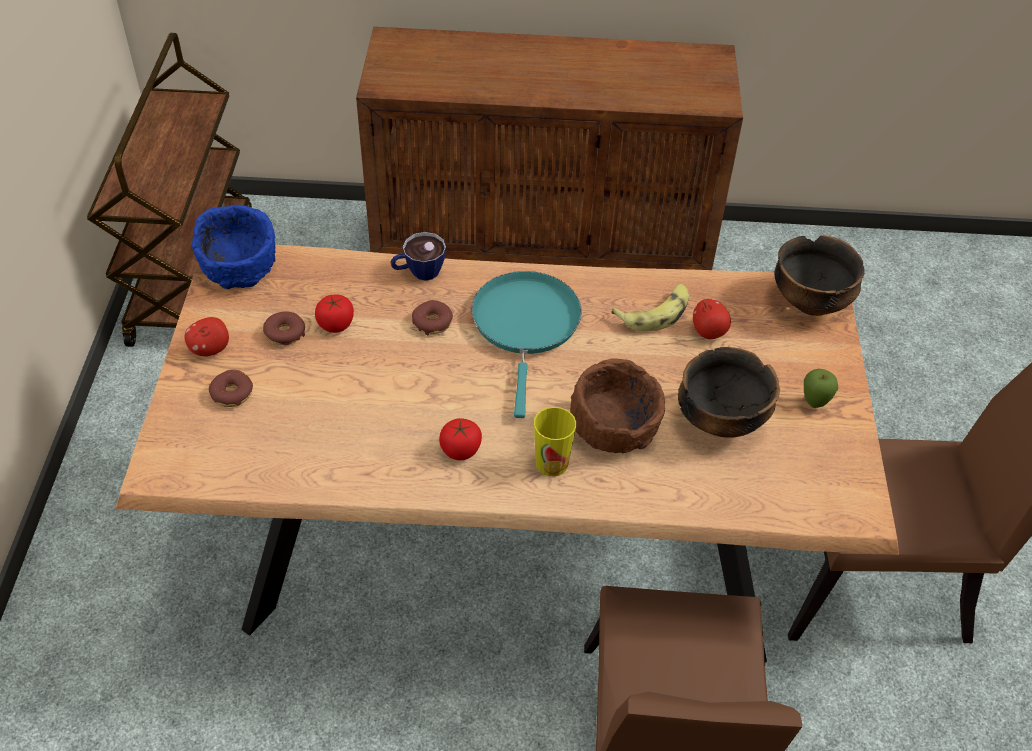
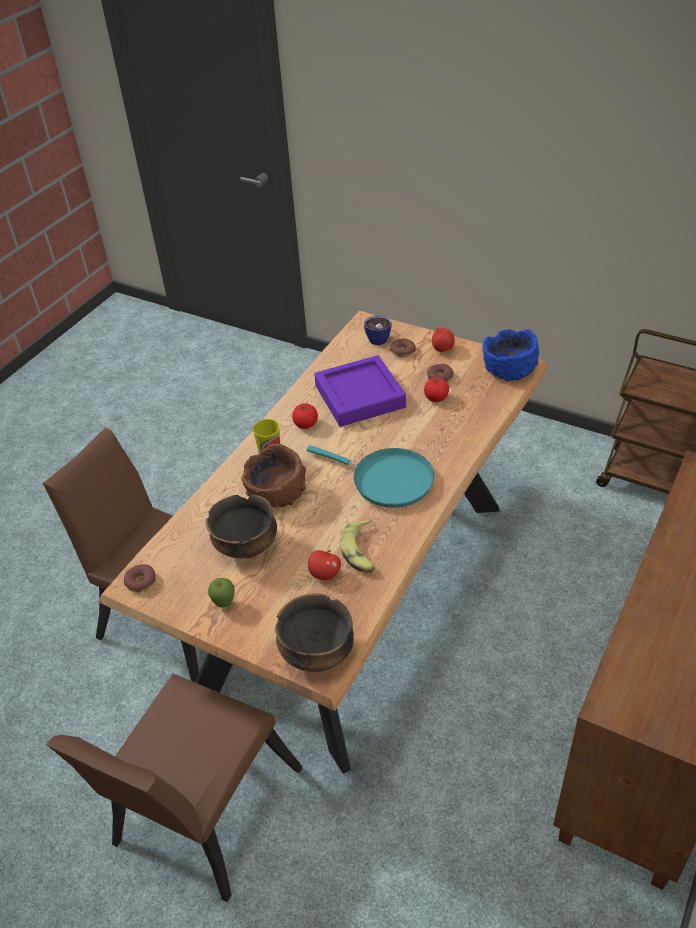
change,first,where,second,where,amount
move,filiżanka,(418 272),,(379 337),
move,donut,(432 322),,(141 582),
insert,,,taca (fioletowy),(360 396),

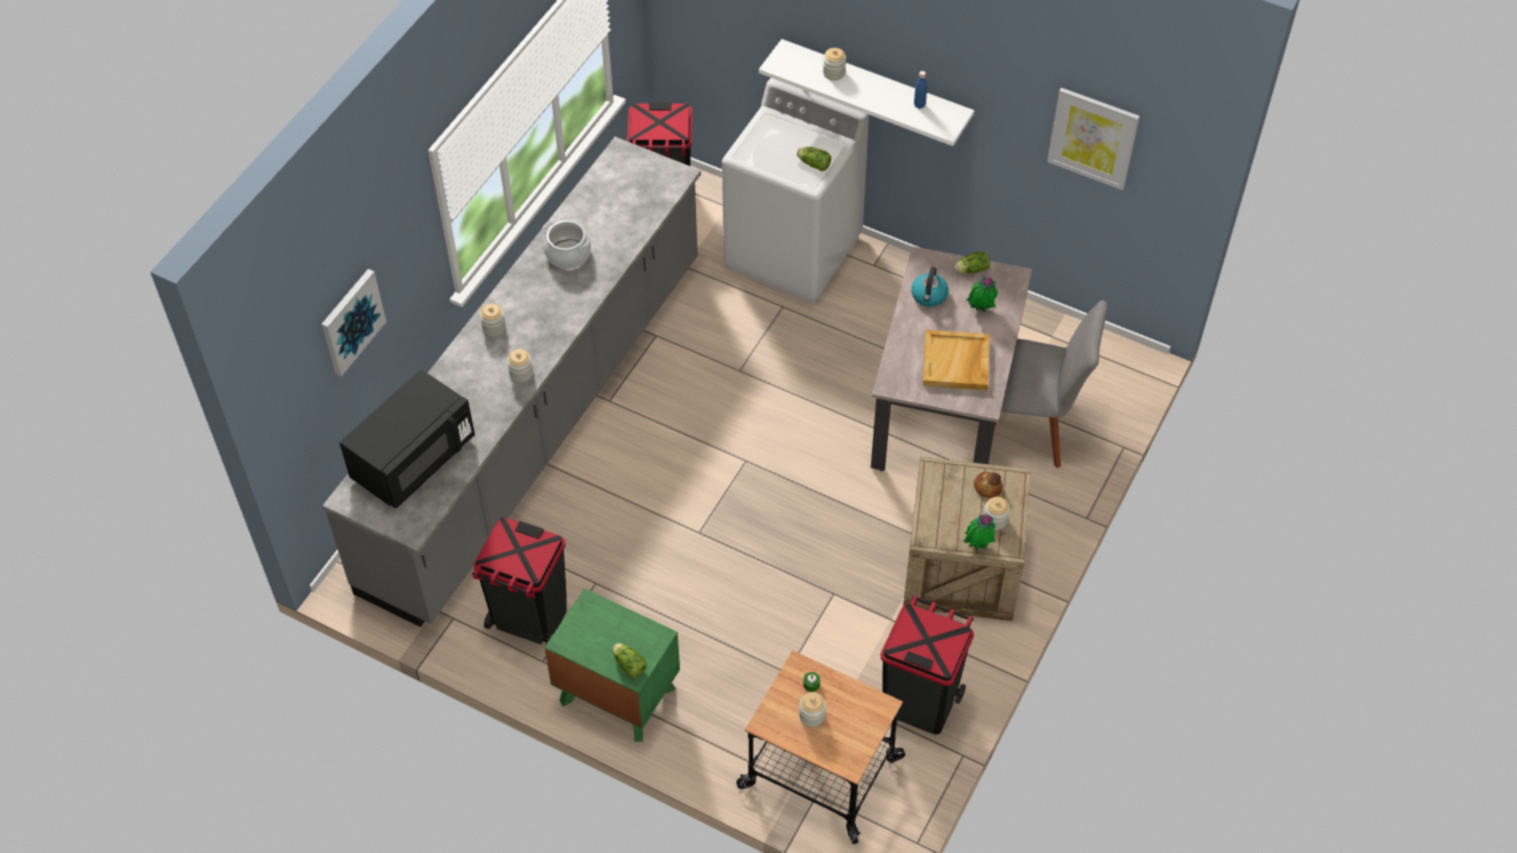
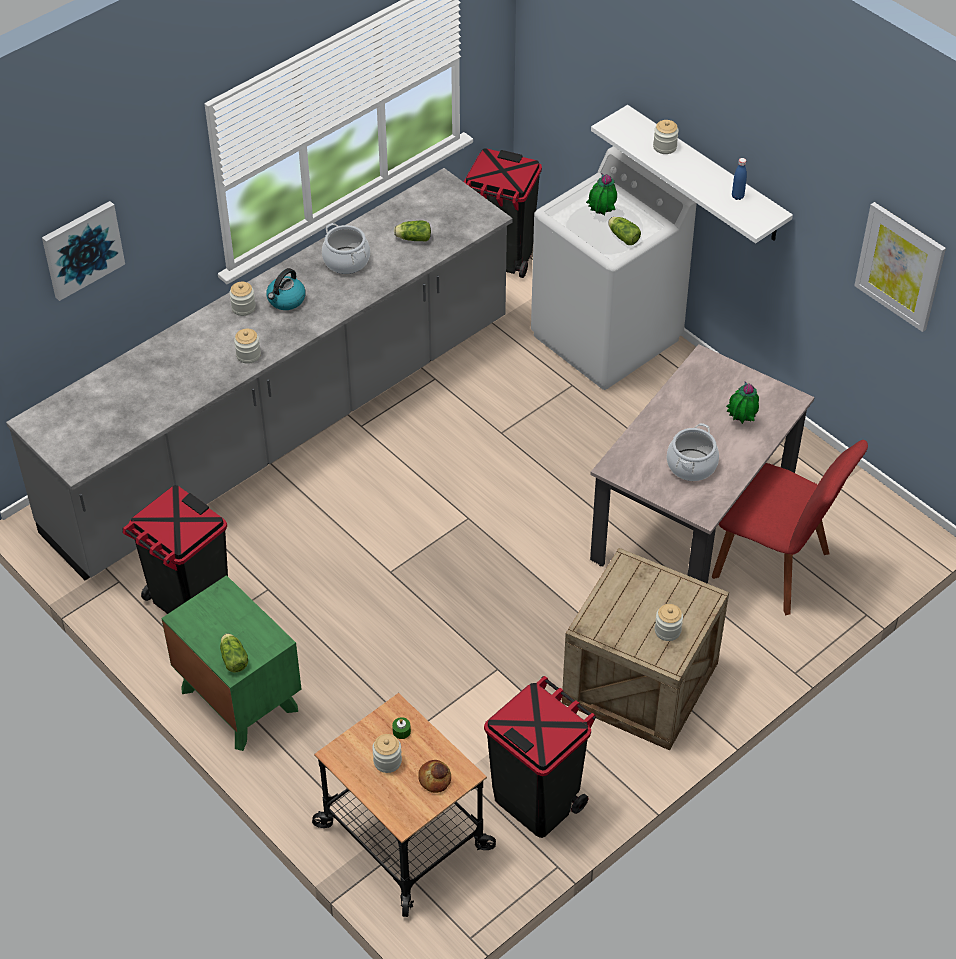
change,first,where,second,where,amount
move,sałata,(970 270),,(412 238),
move,czajnik,(929 296),,(286 300),
recolor,krzesło (szary),(1032 427),krzesło (czerwony),(776 568),
replace,taca (beżowy),(956 363),garnek,(691 465),
delete,mikrofalówka (czarny),(413 459),,,
move,chleb,(988 487),,(435 779),
move,roślina doniczkowa,(978 546),,(601 215),

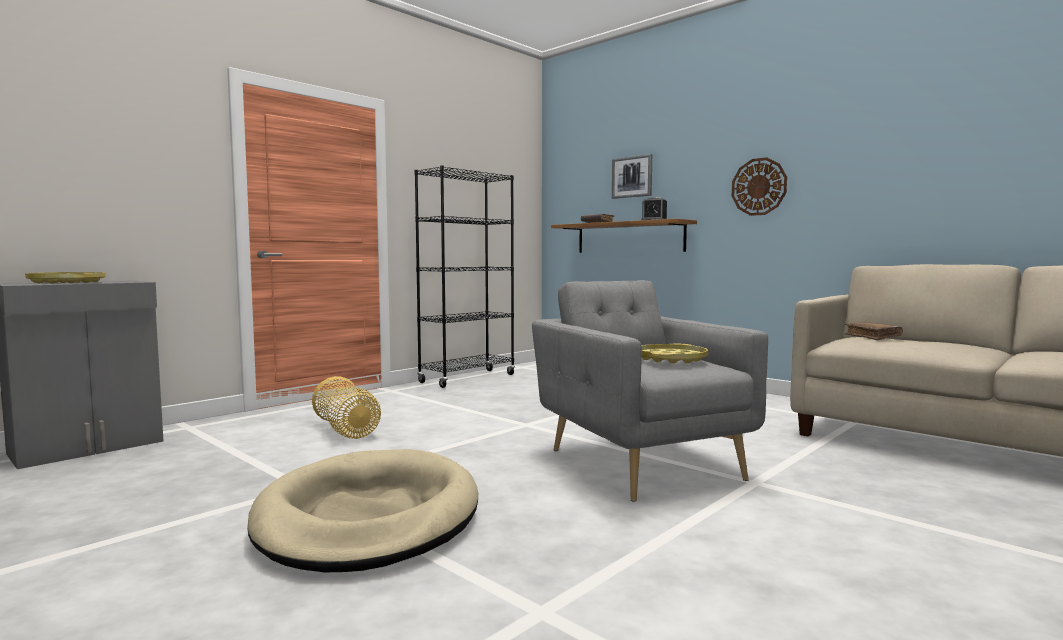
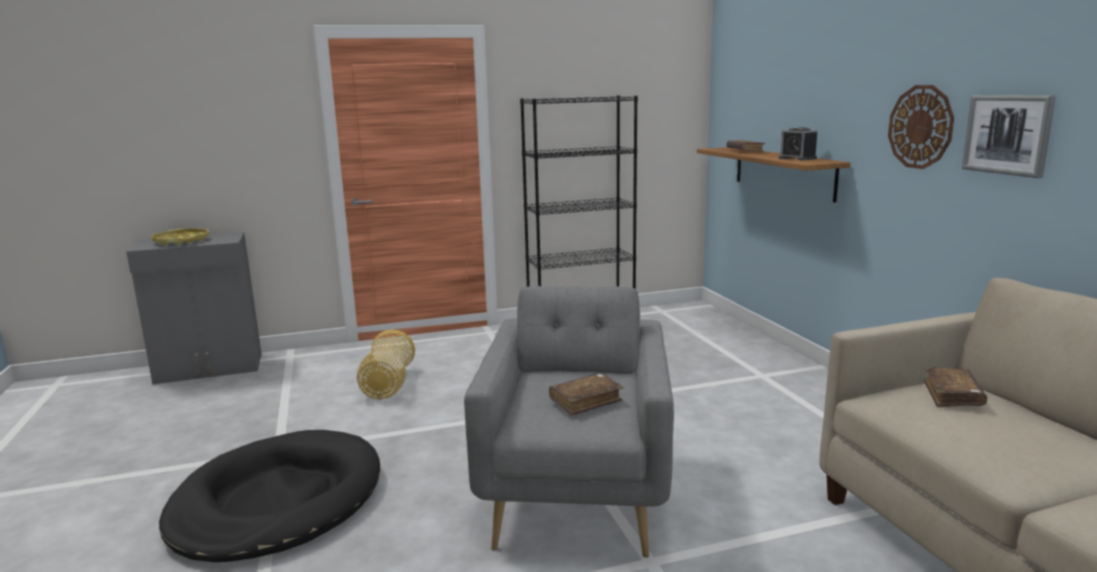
change,first,where,second,where,amount
move,obraz,(632 177),,(1007 134),
replace,taca (żółty),(671 359),książka (brązowy),(585 401),
recolor,legowisko (beżowy),(369 517),legowisko (czarny),(277 501),

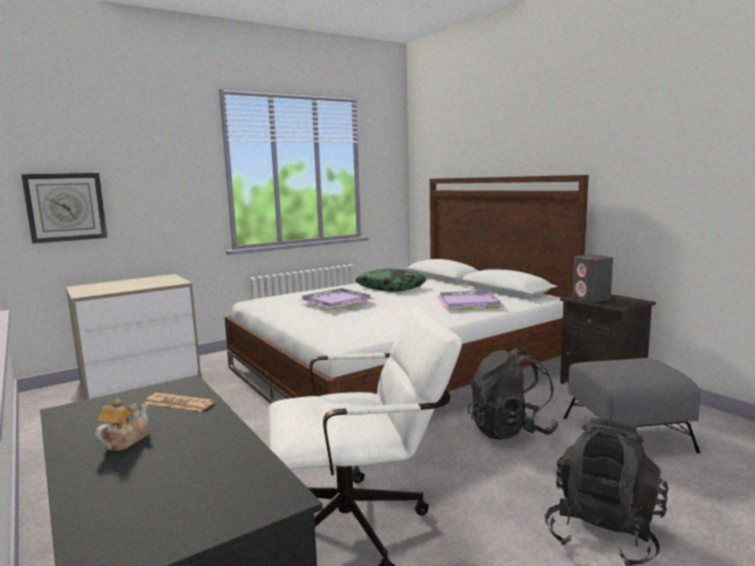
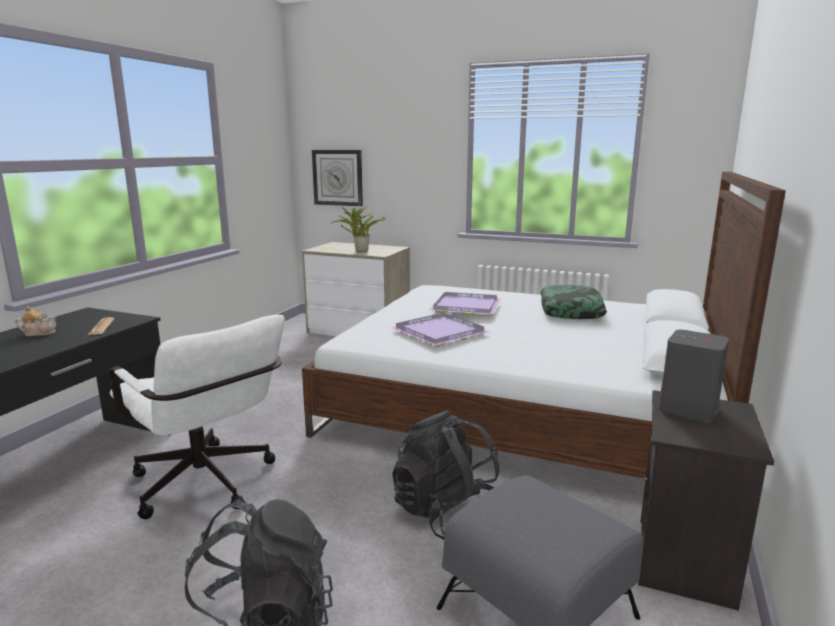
change,first,where,second,where,amount
move,taca (fioletowy),(467 303),,(439 332),
insert,,,roślina doniczkowa,(360 251),

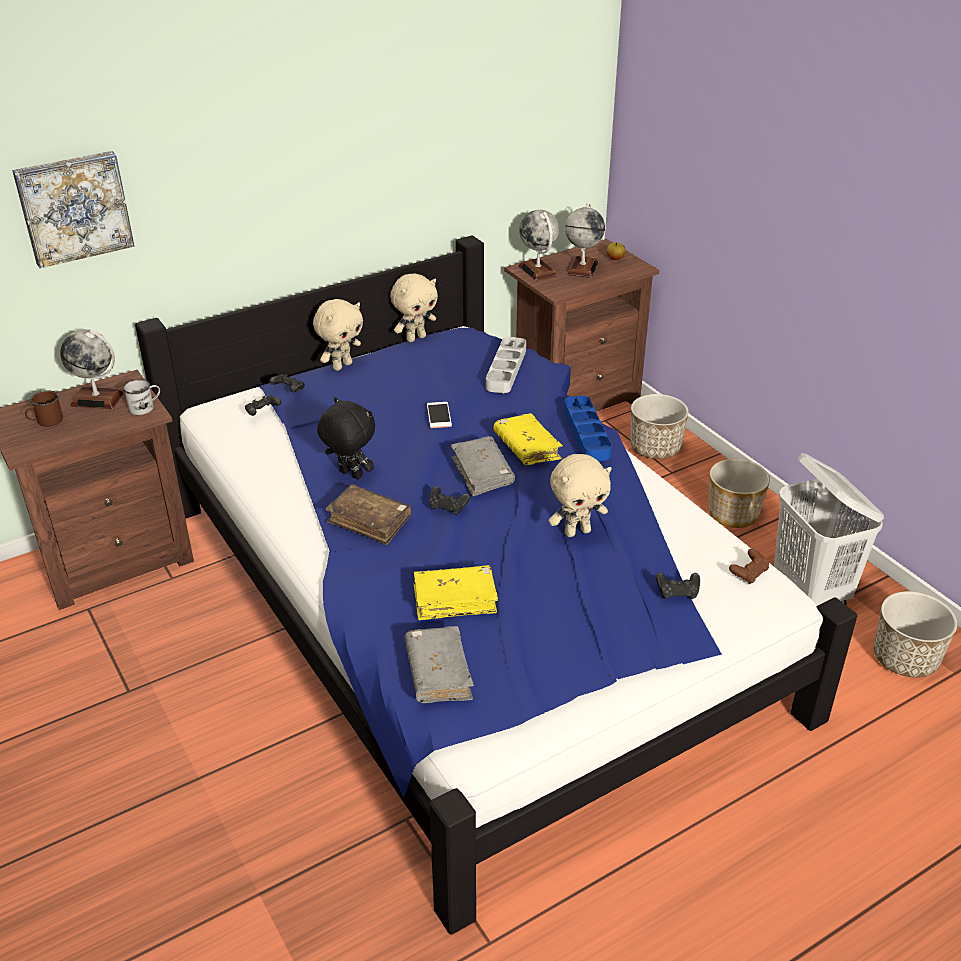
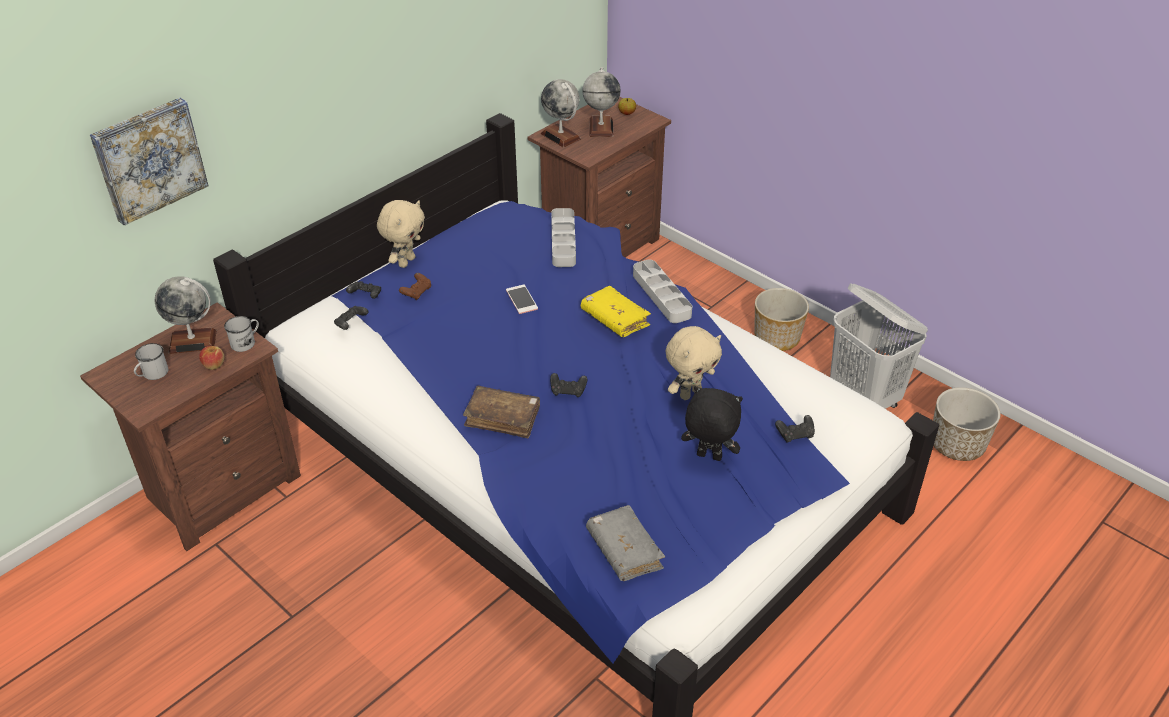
change,first,where,second,where,amount
delete,pluszak (beżowy),(415 338),,,
recolor,kubek (brązowy),(46 422),kubek (biały),(152 374),
delete,donica,(655 448),,,
recolor,taca (niebieski),(586 433),taca (szary),(661 295),
move,pluszak (czarny),(349 475),,(708 457),
delete,książka (szary),(482 473),,,
move,pad do gier (brązowy),(748 574),,(417 292),
delete,książka (żółty),(455 600),,,
insert,,,jabłko,(214 365),

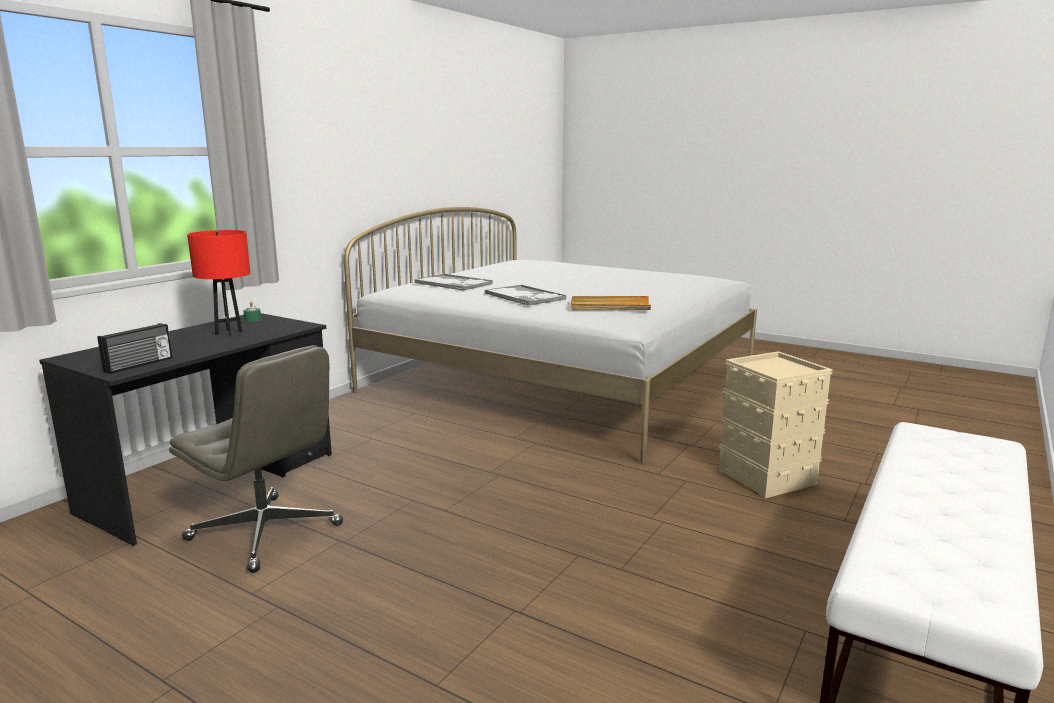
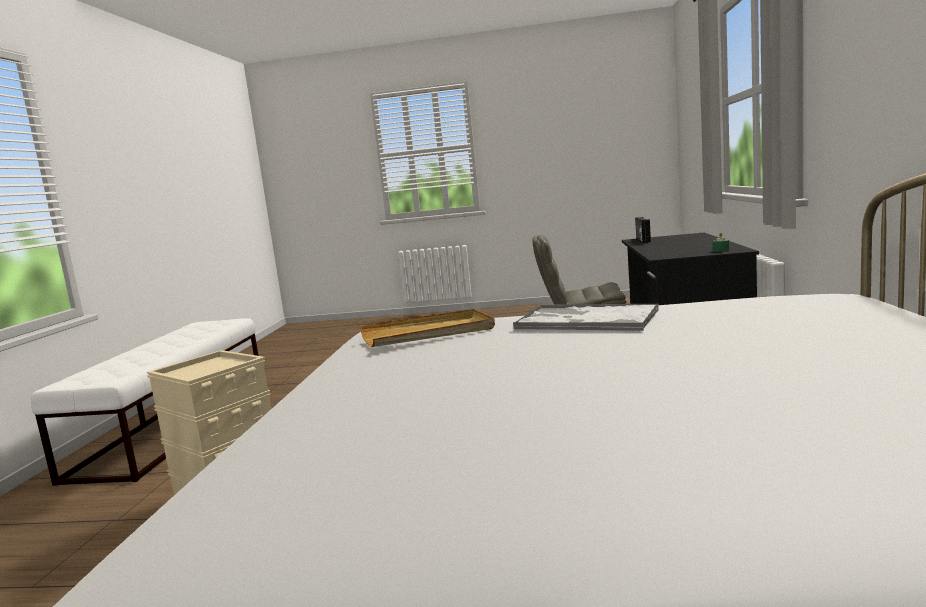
change,first,where,second,where,amount
delete,lampa stołowa (czerwony),(229 333),,,
delete,taca,(454 283),,,

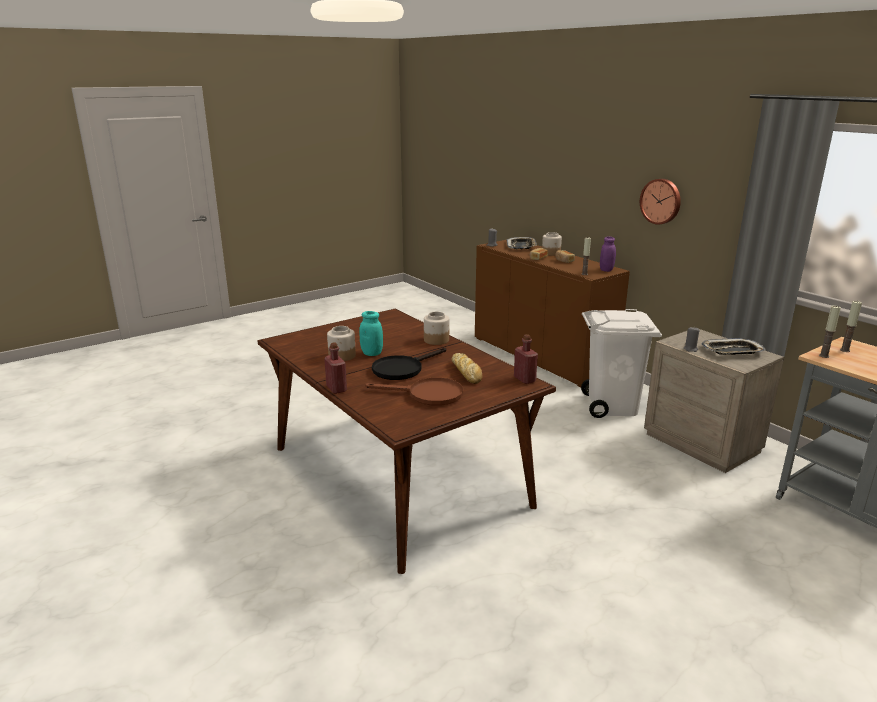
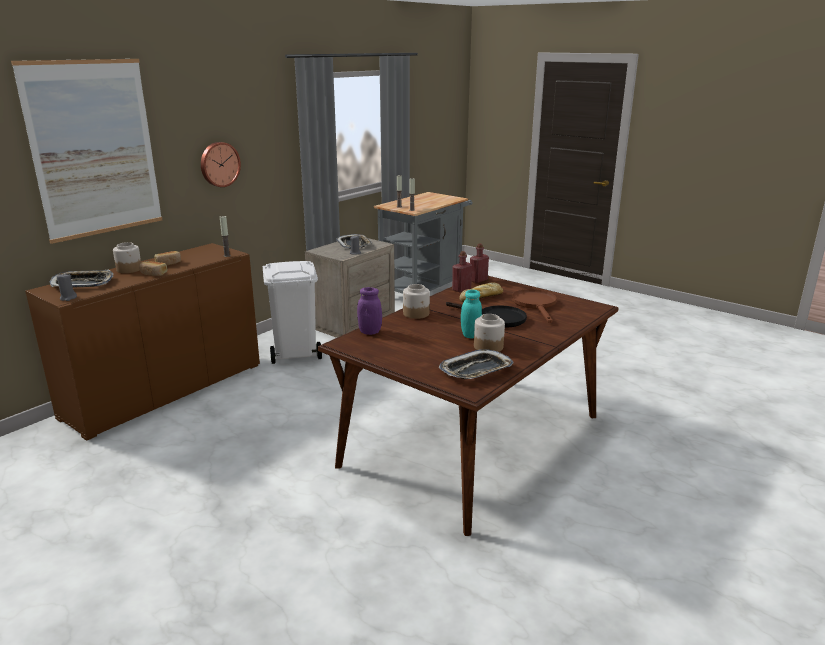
change,first,where,second,where,amount
move,słoik (fioletowy),(606 270),,(370 332),
move,butelka (czerwony),(336 389),,(461 289),
insert,,,obraz,(94 149),
insert,,,taca,(476 370),

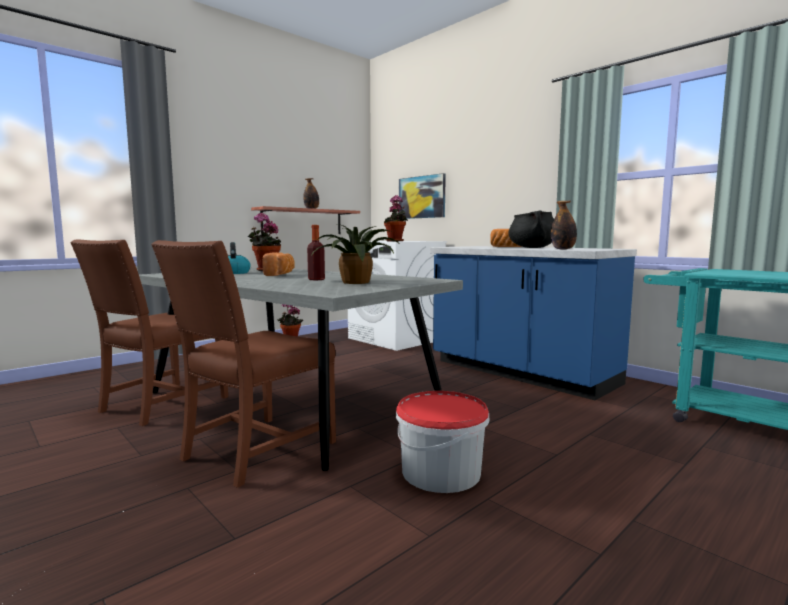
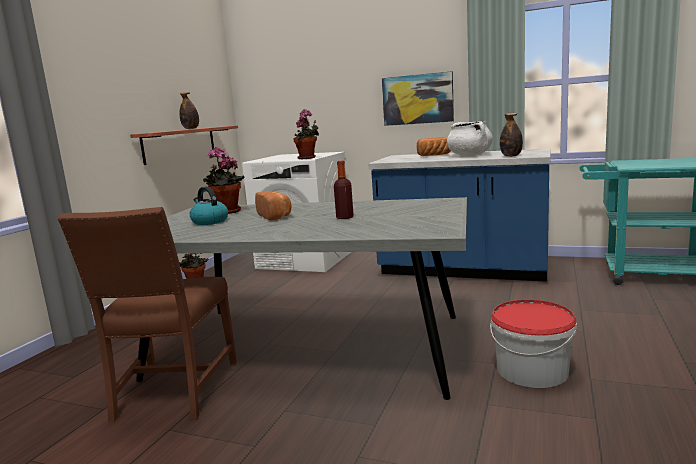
change,first,where,second,where,amount
move,obraz,(422 197),,(417 99),
recolor,garnek (czarny),(532 248),garnek (biały),(470 155),
delete,roślina doniczkowa,(357 283),,,
delete,krzesło (brązowy),(254 451),,,

